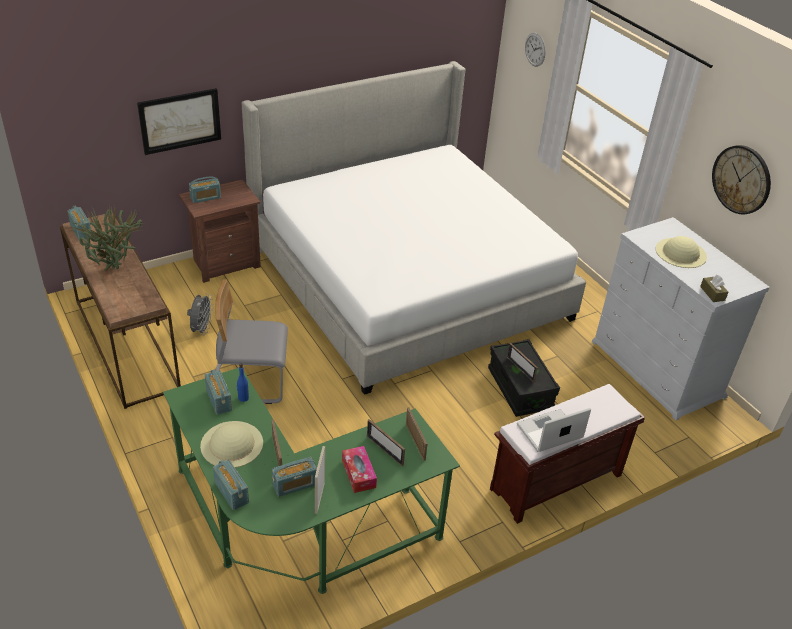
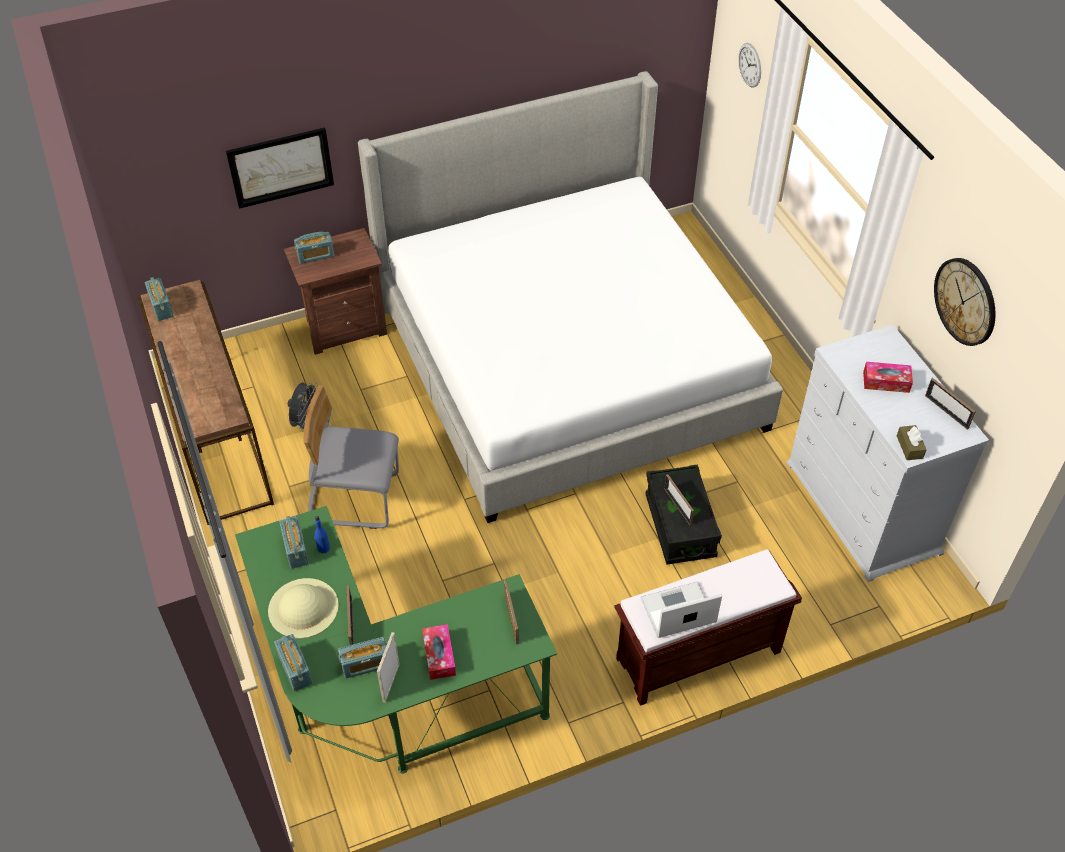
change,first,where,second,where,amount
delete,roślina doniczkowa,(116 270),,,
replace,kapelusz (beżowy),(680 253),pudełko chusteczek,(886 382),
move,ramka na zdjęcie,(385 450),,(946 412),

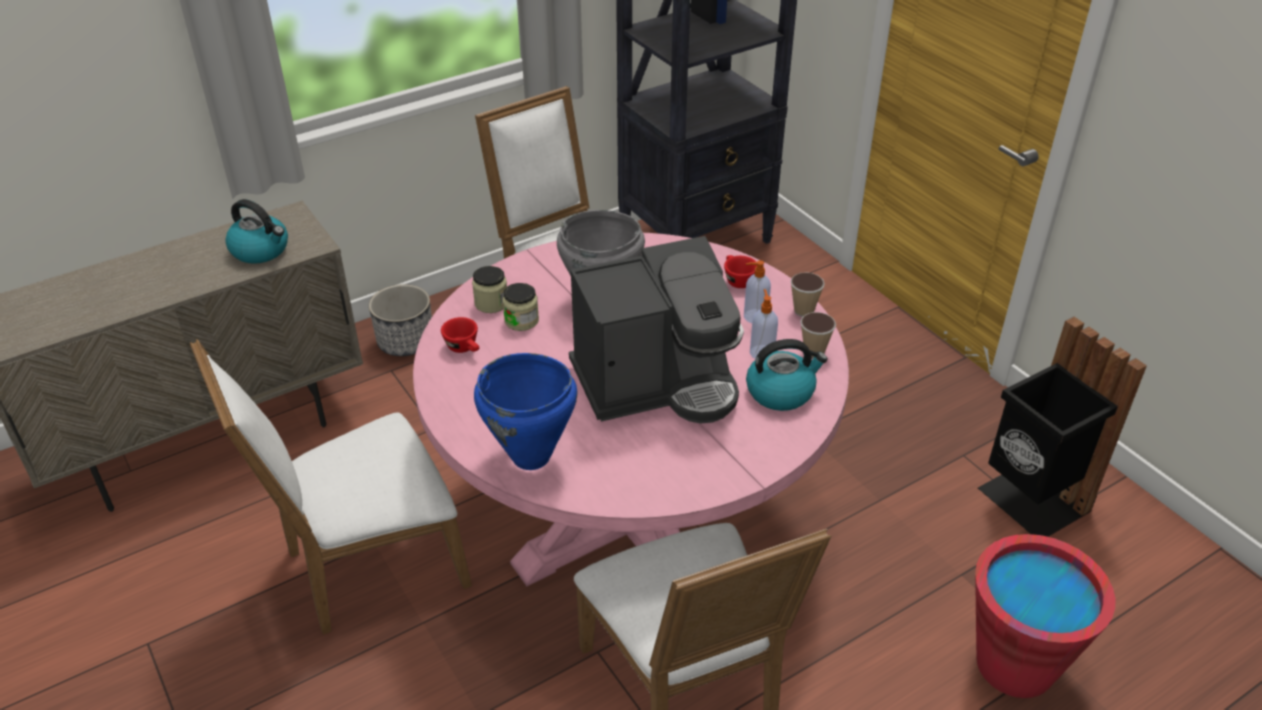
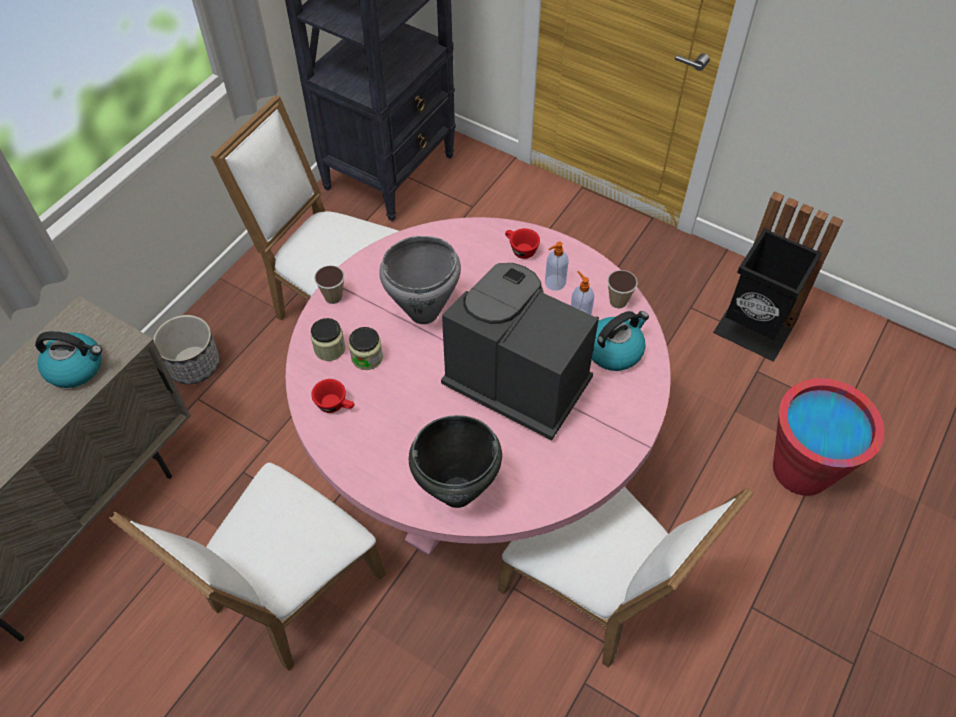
change,first,where,second,where,amount
rotate,ekspres do kawy,(657 383),,(515 378),105 degrees counterclockwise
move,filiżanka,(804 311),,(333 297),
recolor,garnek (niebieski),(531 457),garnek (czarny),(458 493),

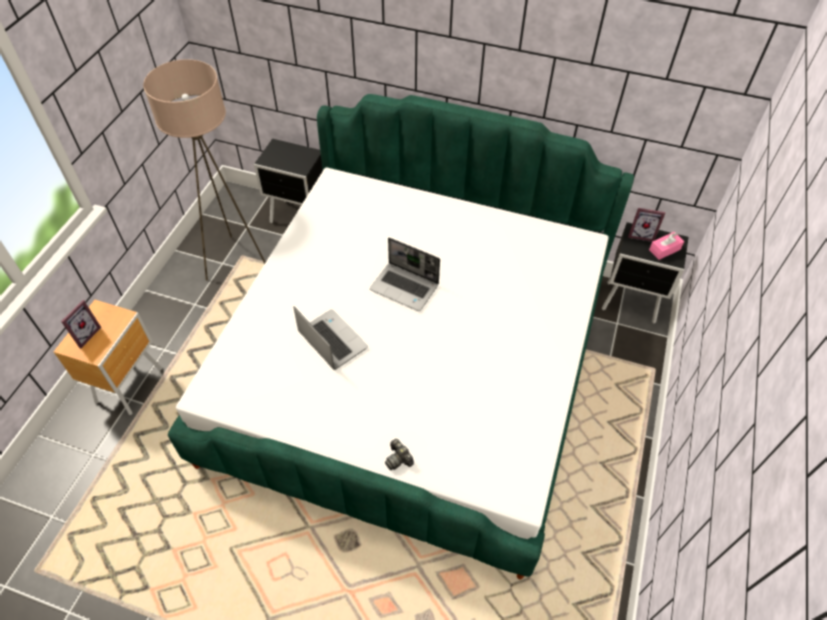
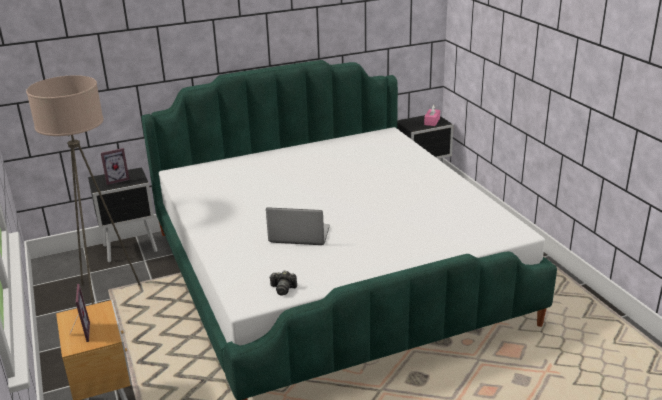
change,first,where,second,where,amount
move,ramka na zdjęcie,(641 234),,(116 179),
delete,laptop,(405 287),,,
move,aparat fotograficzny,(398 459),,(283 289),

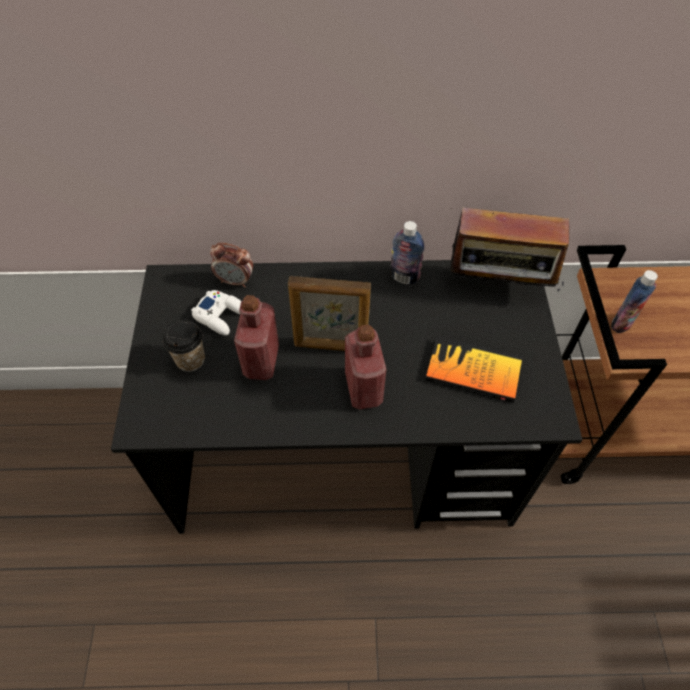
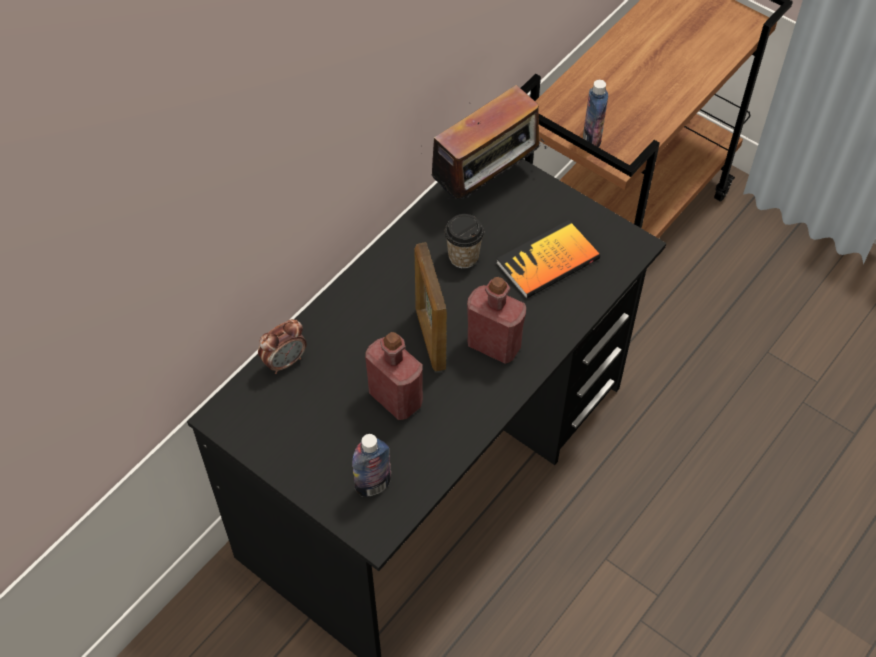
change,first,where,second,where,amount
move,butelka,(404 277),,(373 485),
rotate,ramka na zdjęcie,(330 346),,(430 338),120 degrees clockwise
delete,pad do gier (biały),(220 315),,,
move,filiżanka,(190 360),,(463 257),

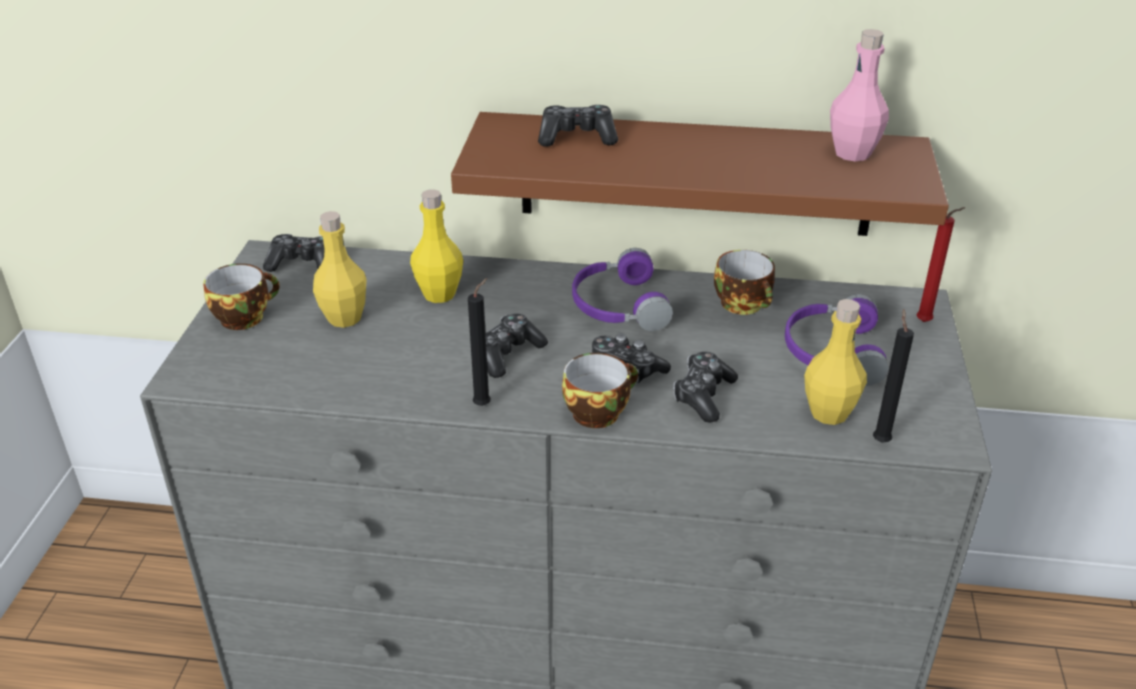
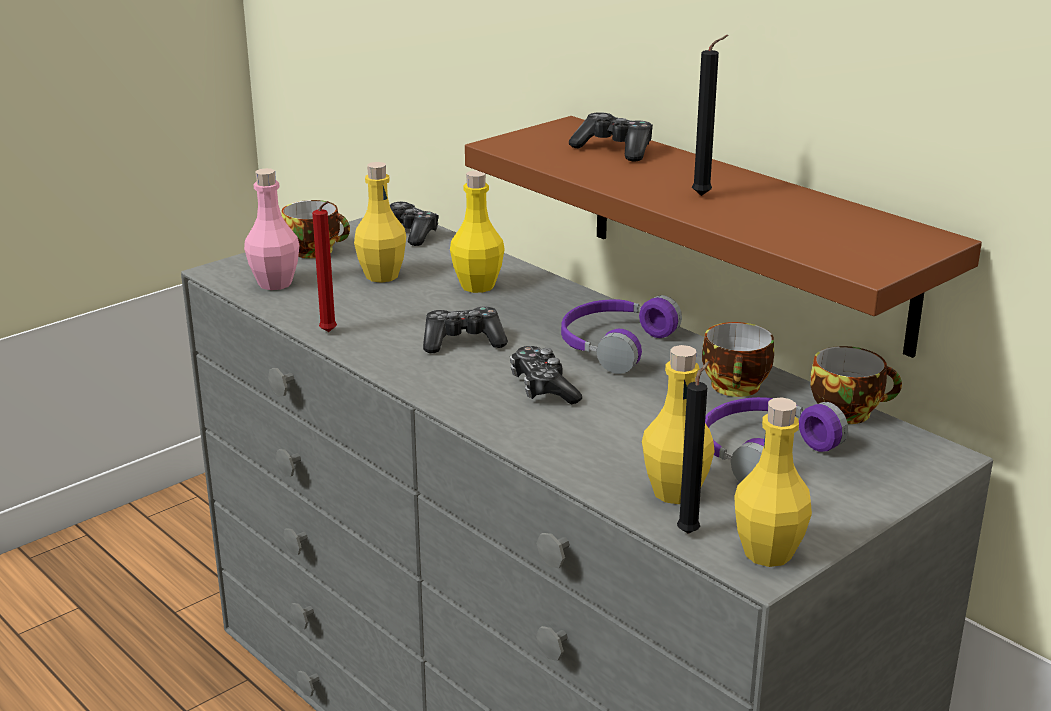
change,first,where,second,where,amount
move,butelka (różowy),(852 153),,(275 283),
move,świeca (czerwony),(926 322),,(330 333),
move,świeca (czarny),(484 404),,(704 195),
delete,pad do gier,(703 395),,,
move,filiżanka,(598 411),,(848 411),
insert,,,butelka (żółty),(768 553),

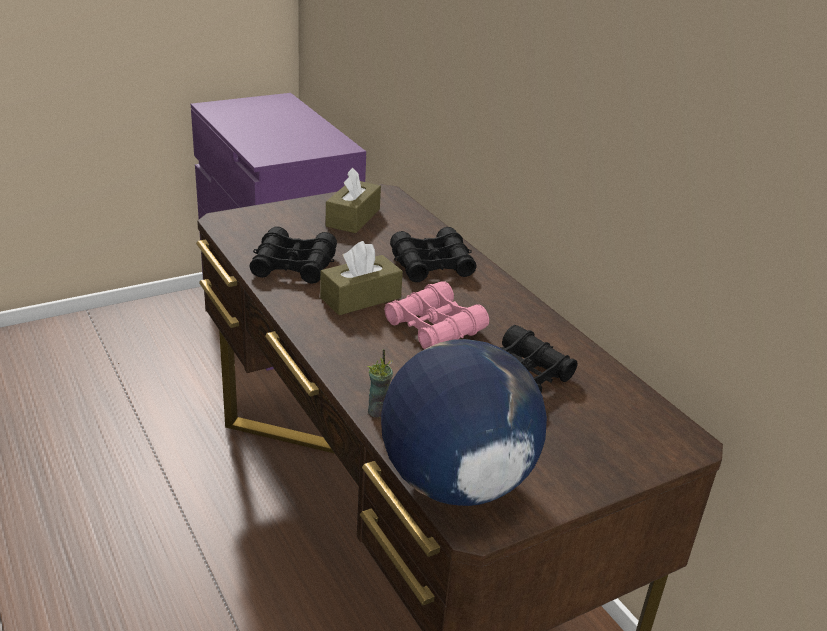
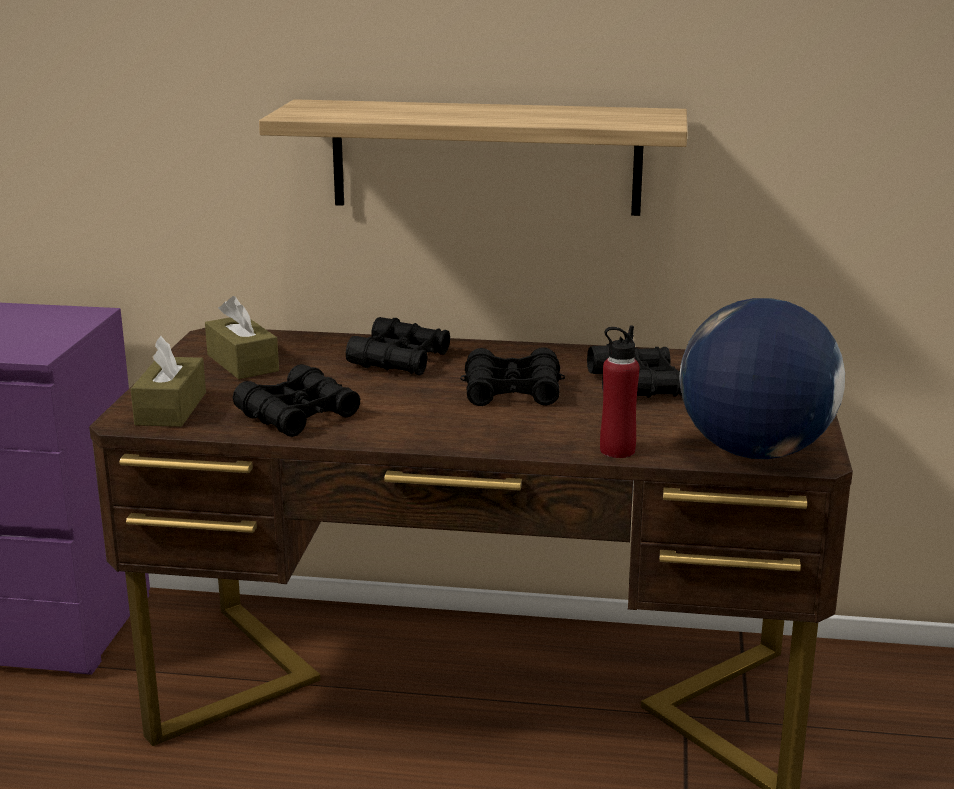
change,first,where,second,where,amount
move,pudełko chusteczek (brązowy),(360 298),,(171 409),
recolor,lornetka (różowy),(434 327),lornetka (czarny),(512 391),
replace,filiżanka,(378 411),butelka (czerwony),(617 450),
insert,,,półka,(485 157),

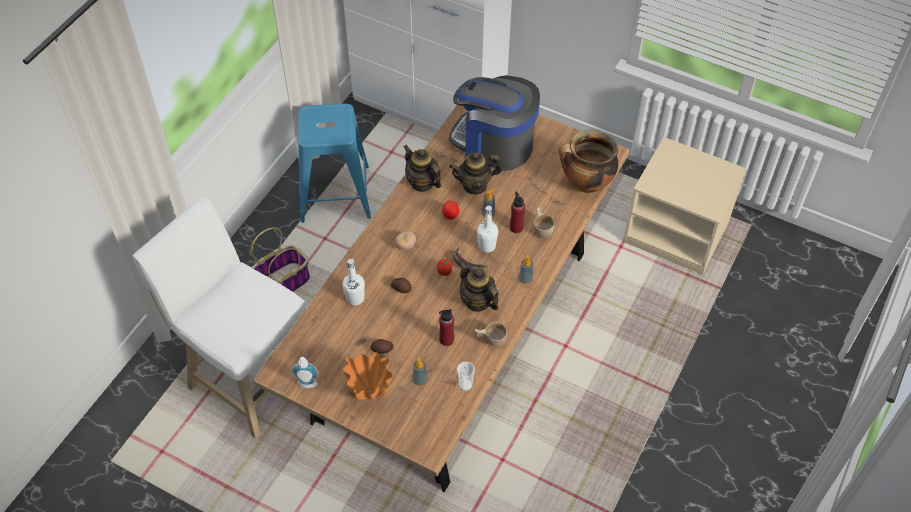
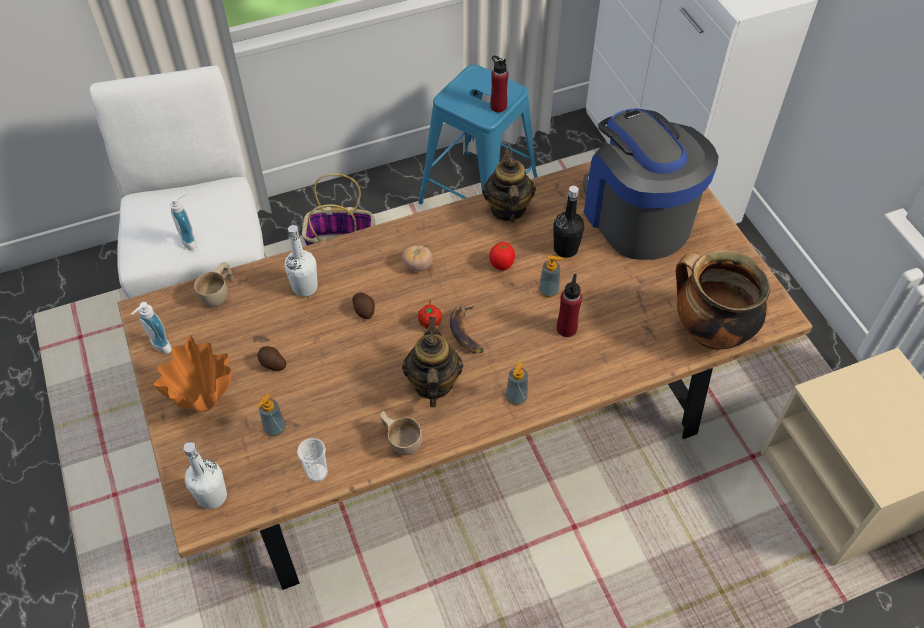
change,first,where,second,where,amount
replace,imbryk,(475 185),butelka (czarny),(565 249),
move,butelka (biały),(487 246),,(212 496),
move,filiżanka (beżowy),(542 228),,(219 294),
move,butelka (czerwony),(446 339),,(498 106),
insert,,,dozownik mydła,(191 240),

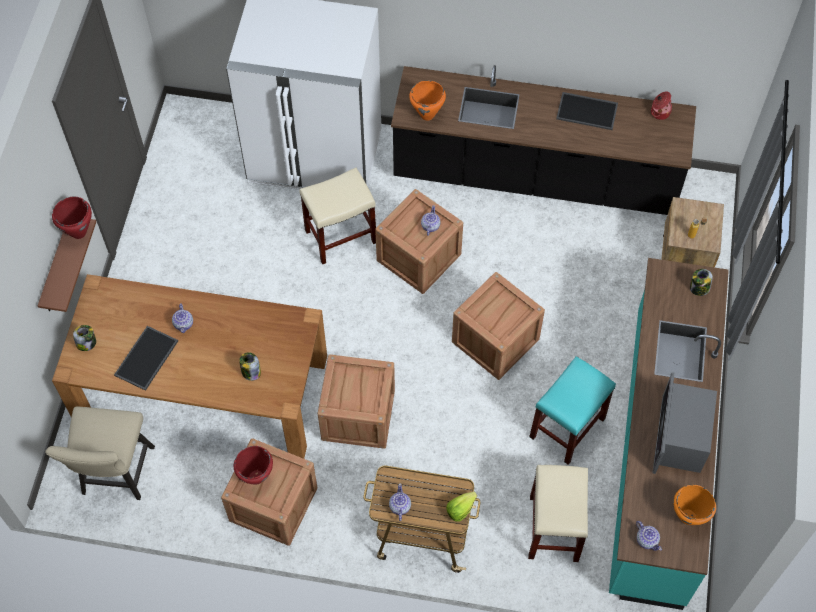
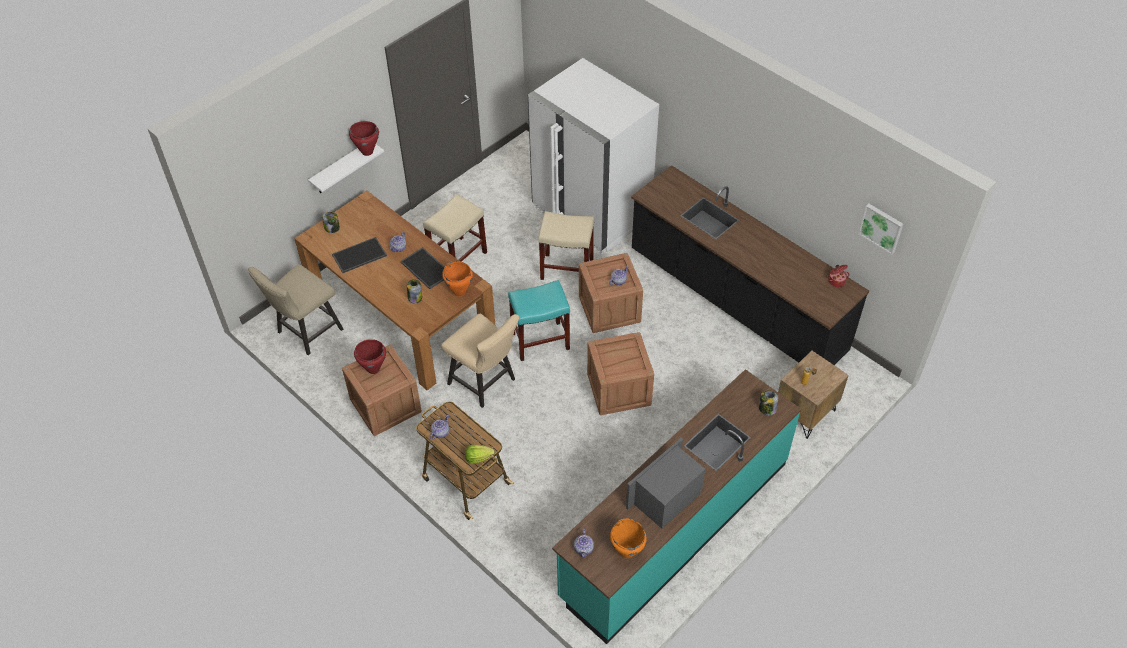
change,first,where,second,where,amount
move,garnek (pomarańczowy),(427 115),,(459 292),
move,taca,(587 110),,(427 268),
recolor,półka (brązowy),(56 268),półka (biały),(341 168),
replace,skrzynka,(358 415),krzesło (beżowy),(485 383),
move,stołek (turkusowy),(567 428),,(539 341),
move,stołek (beżowy),(553 528),,(458 258),
insert,,,obraz,(881 227),

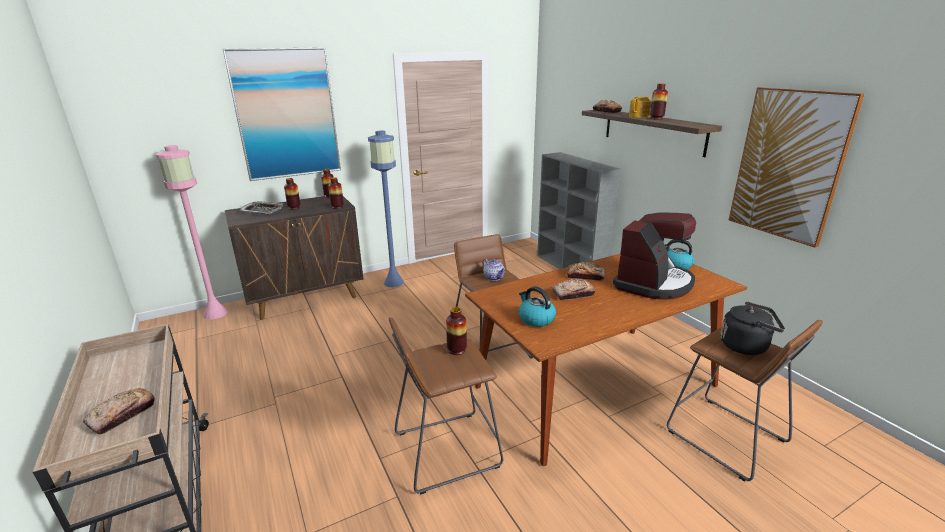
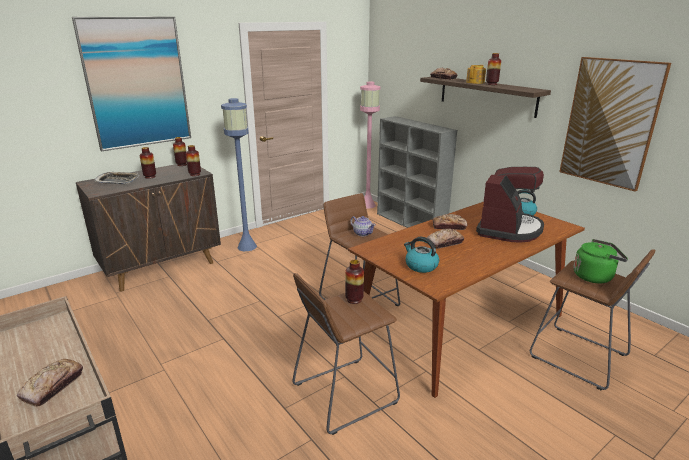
change,first,where,second,where,amount
move,lampa stojąca (różowy),(215 314),,(368 205),
recolor,czajnik (czarny),(746 346),czajnik (zielony),(595 276),

